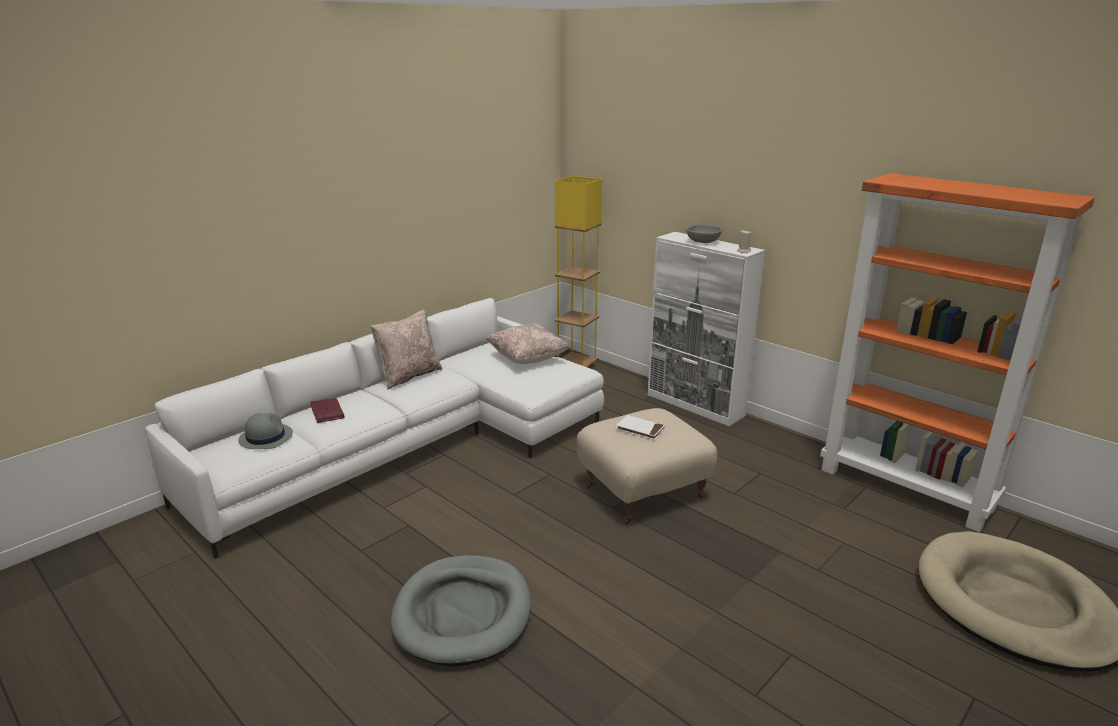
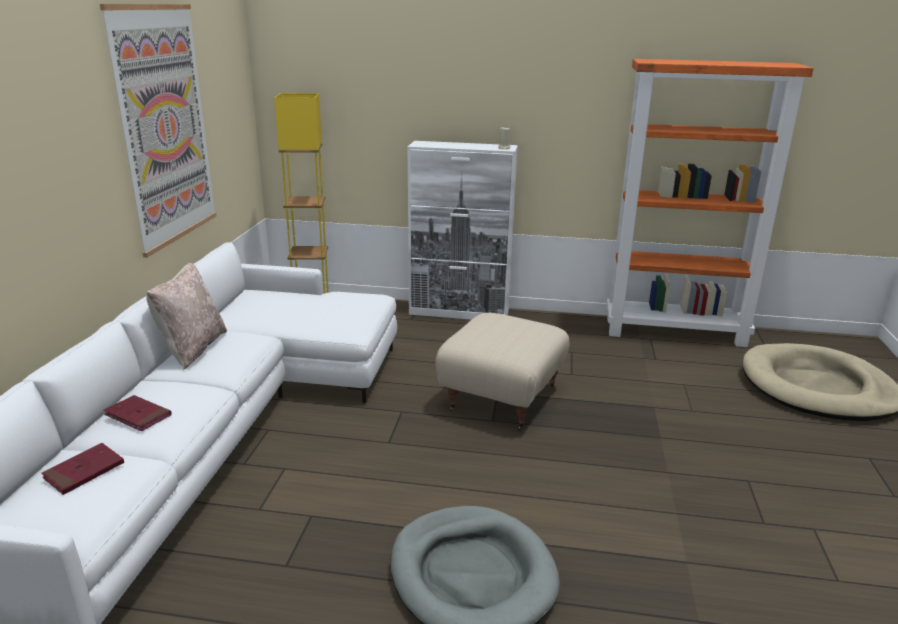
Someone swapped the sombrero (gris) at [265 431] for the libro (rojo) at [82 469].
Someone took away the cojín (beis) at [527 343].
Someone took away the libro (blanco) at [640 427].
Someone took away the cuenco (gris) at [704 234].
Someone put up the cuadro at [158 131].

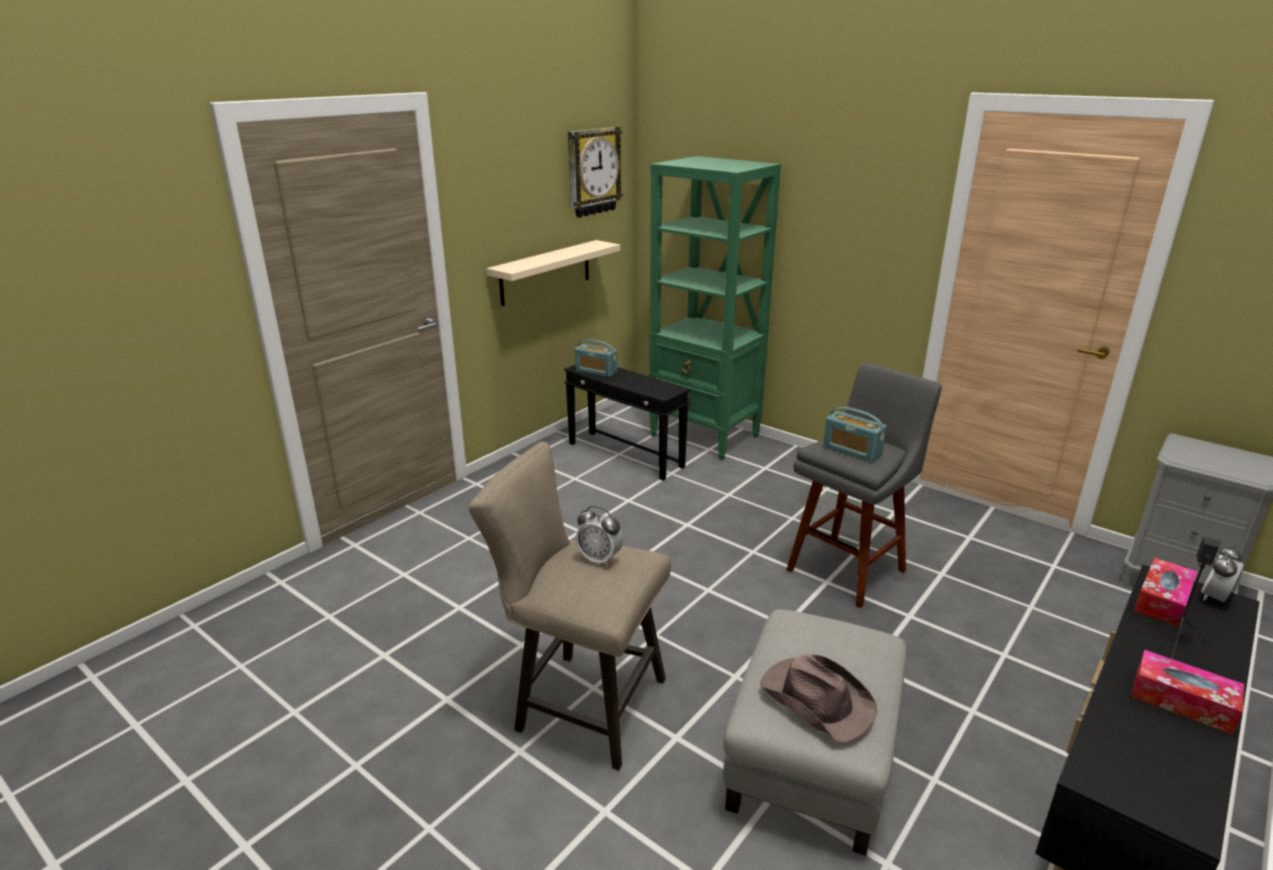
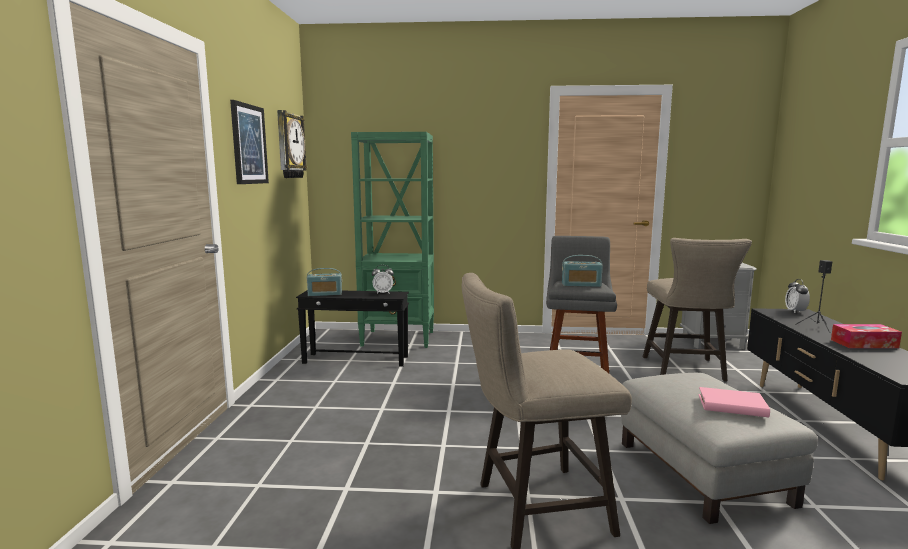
Someone took away the estante (beis) at [553 273].
Someone carried the despertador from [599 536] to [383 279].
Someone swapped the sombrero (marrón) at [818 698] for the libro (rosa) at [734 402].
Someone took away the caja de pañuelos at [1165 592].
Someone put up the cuadro at [249 142].
Someone put down the taburete (beis) at [697 309].

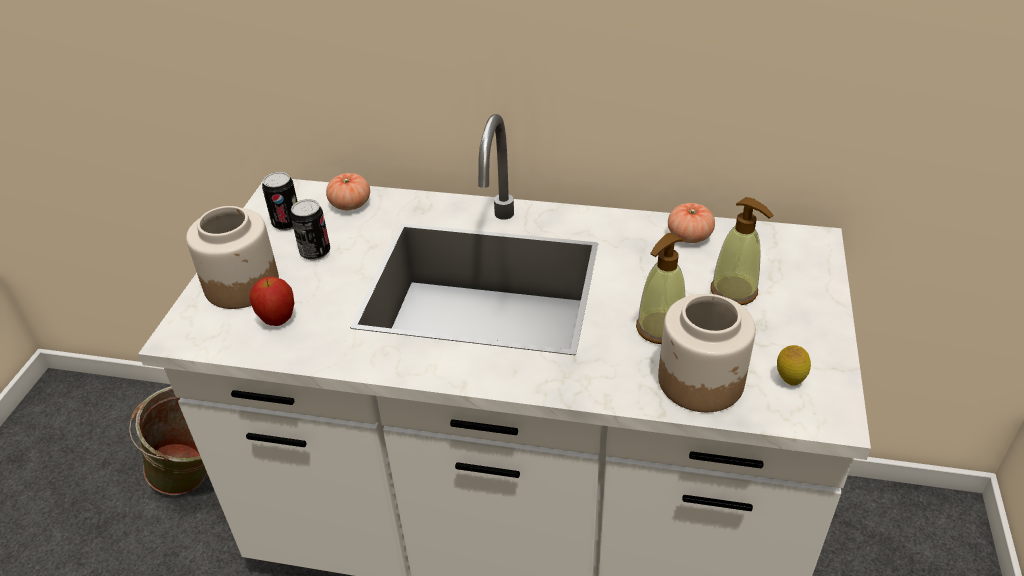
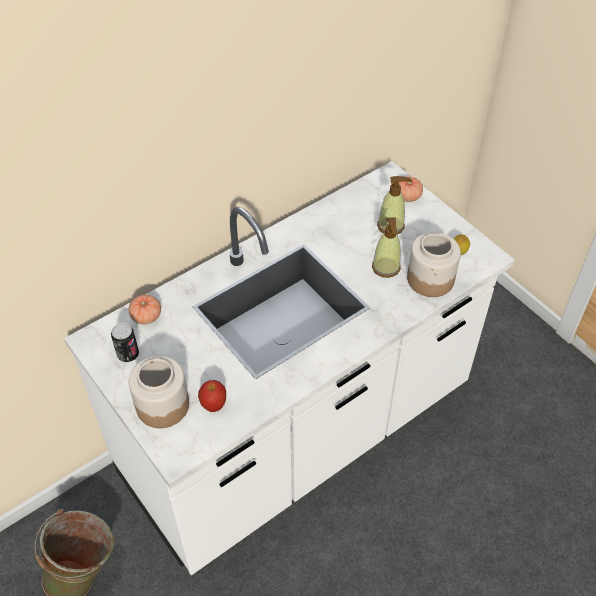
Someone took away the lata at [310 229].
Someone carried the tomate from [691 223] to [411 189].

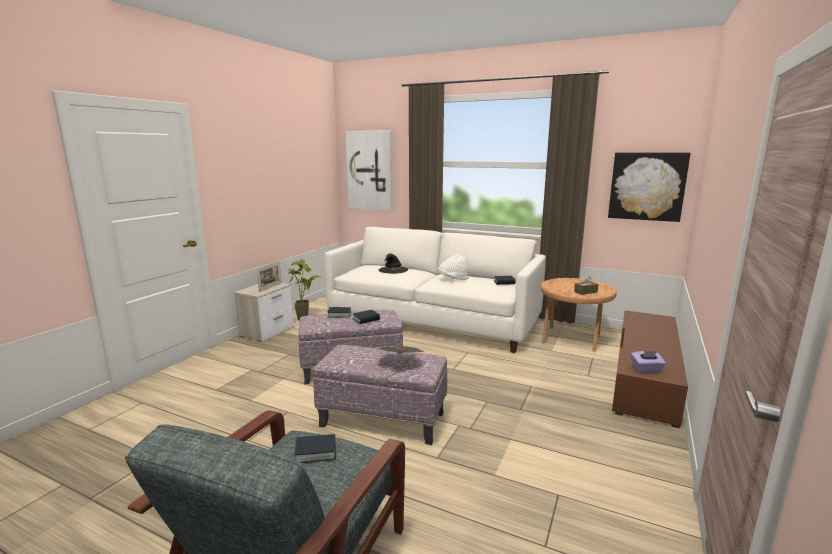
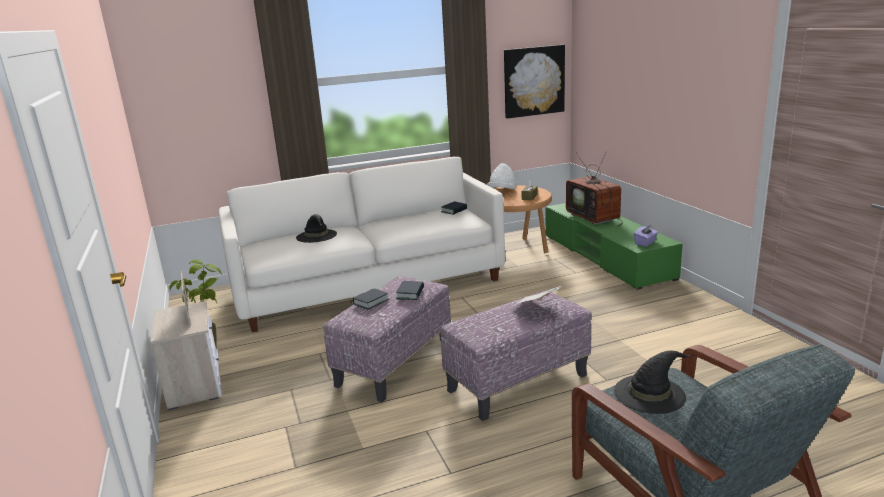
Someone swapped the libro at [315 448] for the sombrero (negro) at [653 382].
Someone took away the cuadro at [369 170].
Someone carried the sombrero (blanco) from [452 267] to [501 176].
Someone repainted the mueble de televisión (marrón) at [650 369], which became the mueble de televisión (verde) at [614 246].
Someone put down the televisor at [594 188].

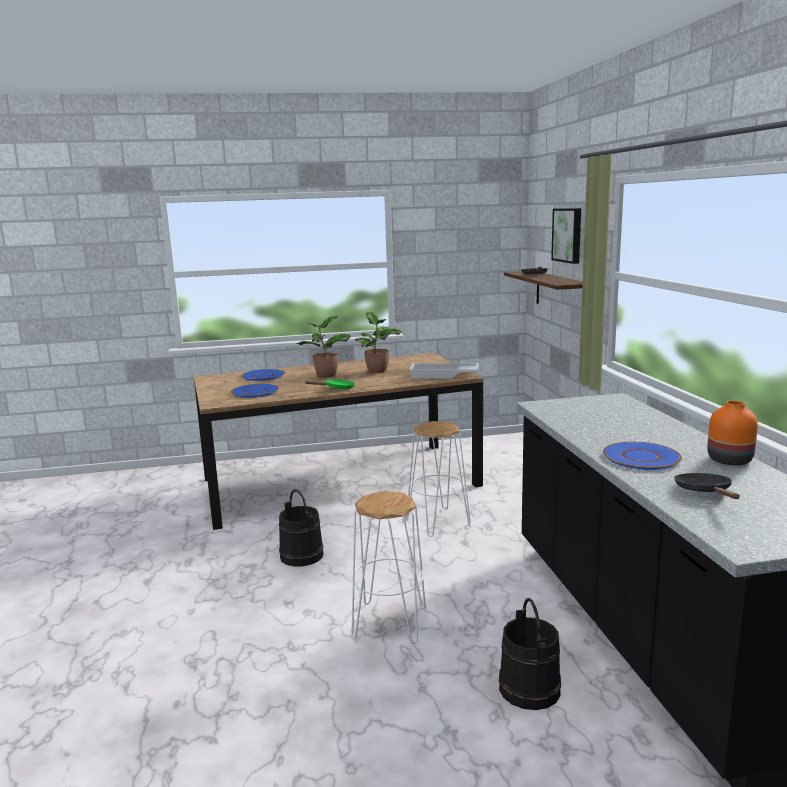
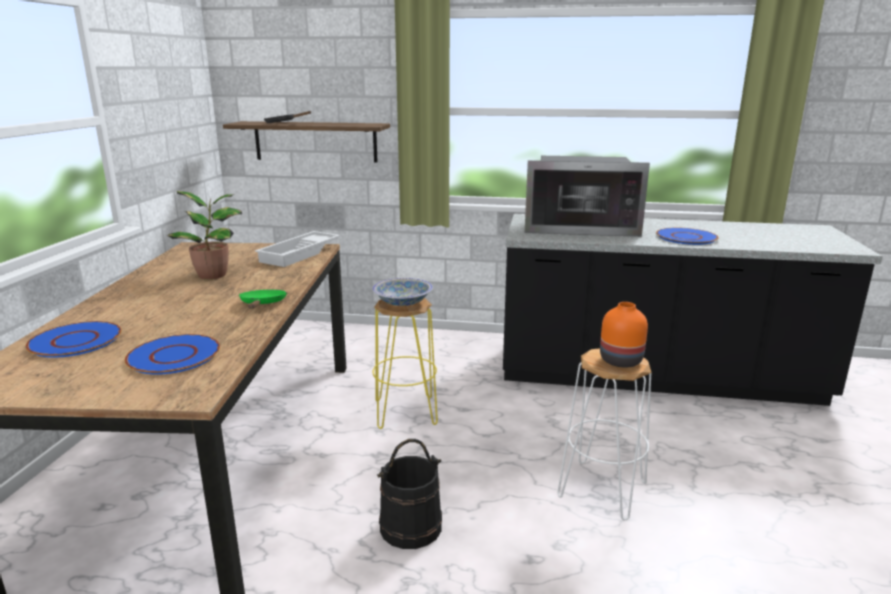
Someone took away the planta en maceta at [324 346].
Someone repainted the taburete (blanco) at [438 479], which became the taburete (amarillo) at [405 363].
Someone took away the cubo (negro) at [530 654].
Someone took away the cuadro at [566 236].
Someone took away the sartén (negro) at [707 486].
Someone carried the florero (naranja) from [732 433] to [624 335].
Someone put down the cuenco at [402 292].
Someone put down the microondas at [587 196].

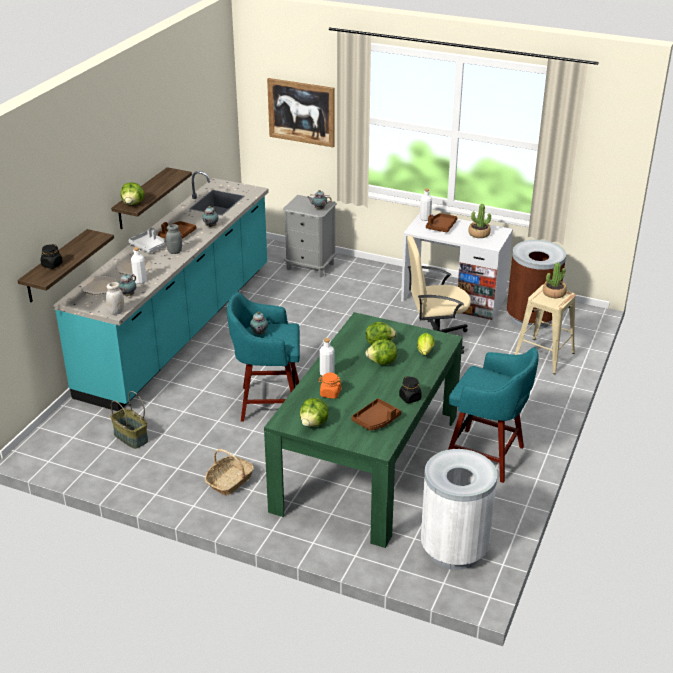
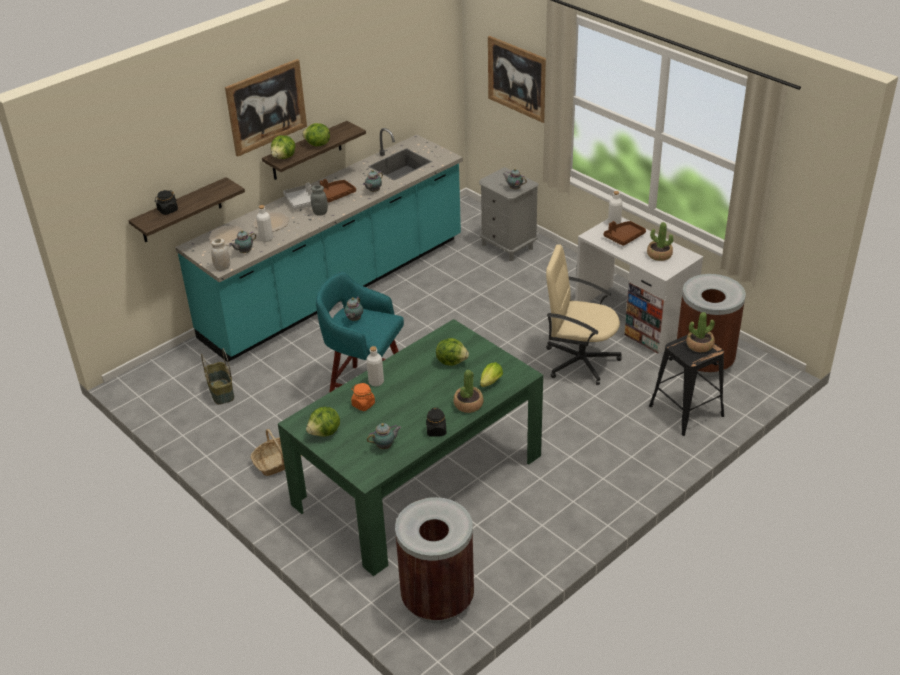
Someone swapped the bandeja (marrón) at [376 414] for the tetera at [384 436].
Someone carried the lechuga from [381 352] to [316 135].
Someone repainted the papelera (blanco) at [459 509], which became the papelera (marrón) at [434 560].
Someone took away the taburete (turquesa) at [493 415].
Someone repainted the taburete (beis) at [545 330], which became the taburete (negro) at [686 385].
Someone put up the cuadro at [266 108].
Someone put down the planta en maceta at [468 391].

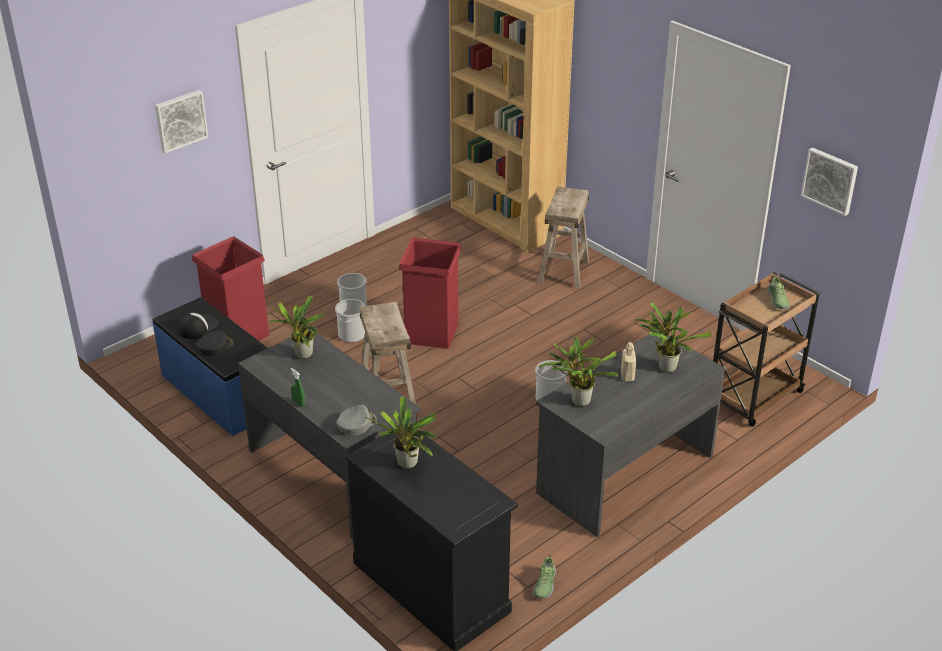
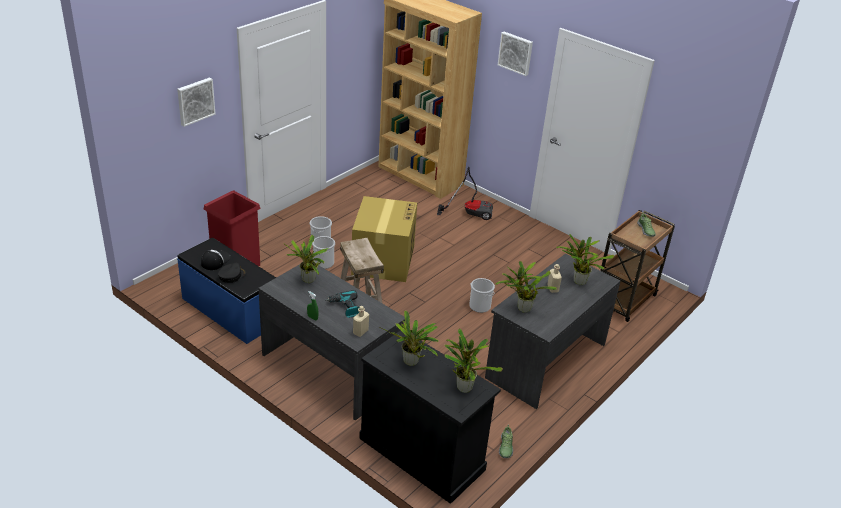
Someone swapped the gorra (gris) at [356 419] for the botella (beis) at [361 321].
Someone swapped the papelera (rojo) at [430 293] for the caja de cartón at [384 239].
Someone swapped the taburete (beis) at [563 237] for the aspiradora at [465 193].
Someone carried the cuadro from [829 181] to [515 54].
Someone put down the taladro at [343 304].
Someone put down the planta en maceta at [473 360].

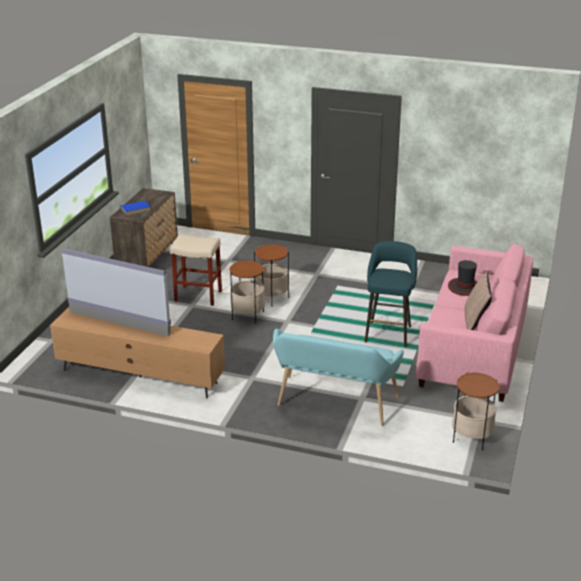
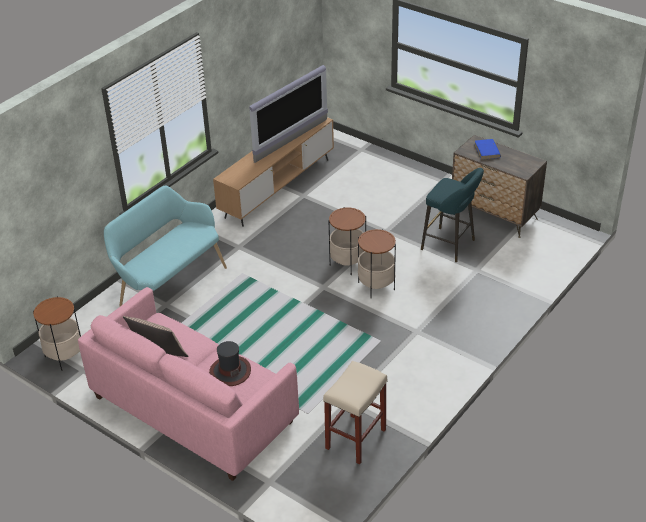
Someone carried the taburete (beis) from [196 270] to [355 412].
Someone carried the taburete (turquesa) from [391 294] to [452 215].

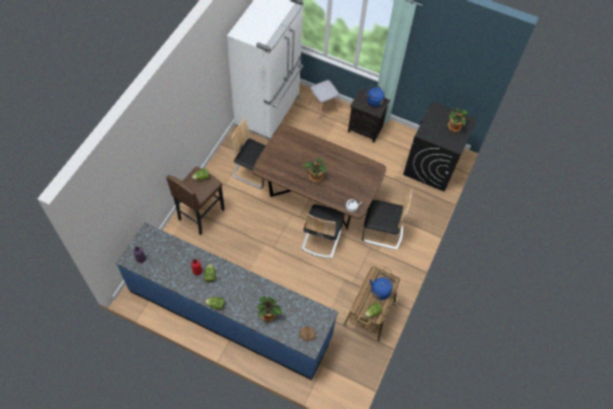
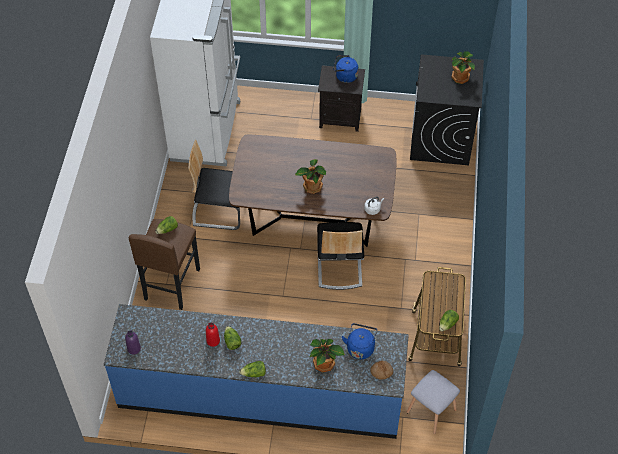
Someone carried the taburete (gris) from [324 99] to [433 402].
Someone took away the silla at [387 220].
Someone carried the hervidor (azul) from [383 286] to [359 341].

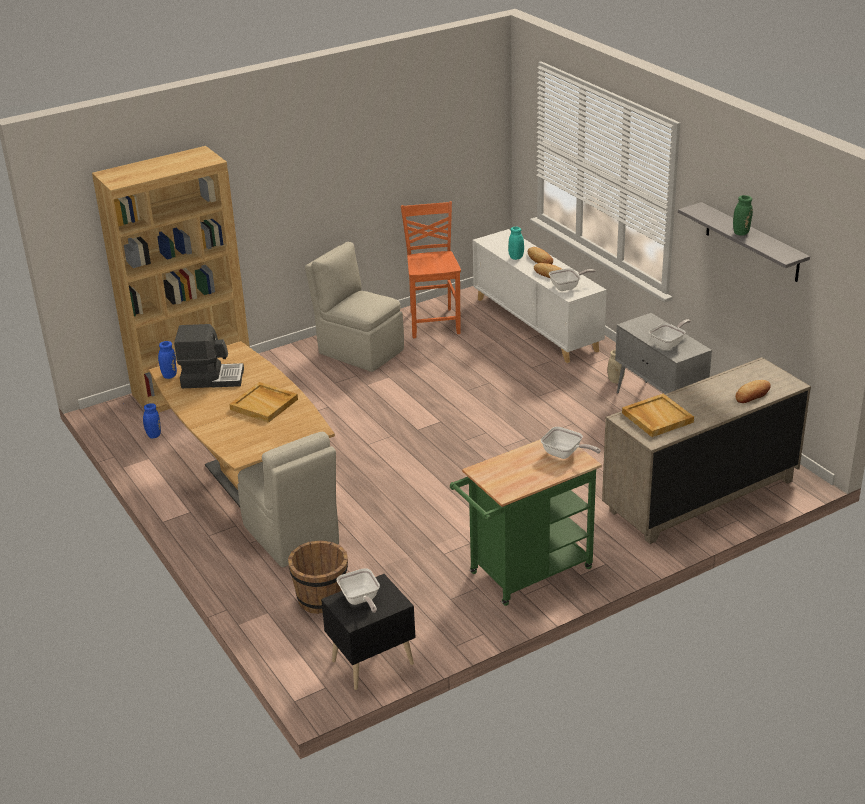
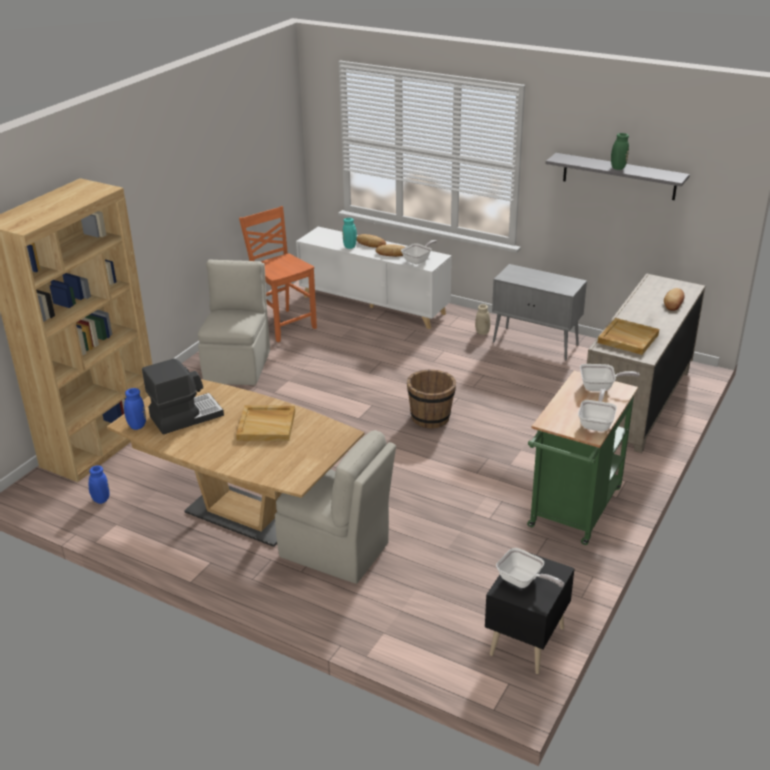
Someone carried the cubo (marrón) from [318 577] to [431 399].
Someone rotated the silla (beis) at [354 307] by 90 degrees clockwise.
Someone carried the sartén from [670 334] to [597 409].

